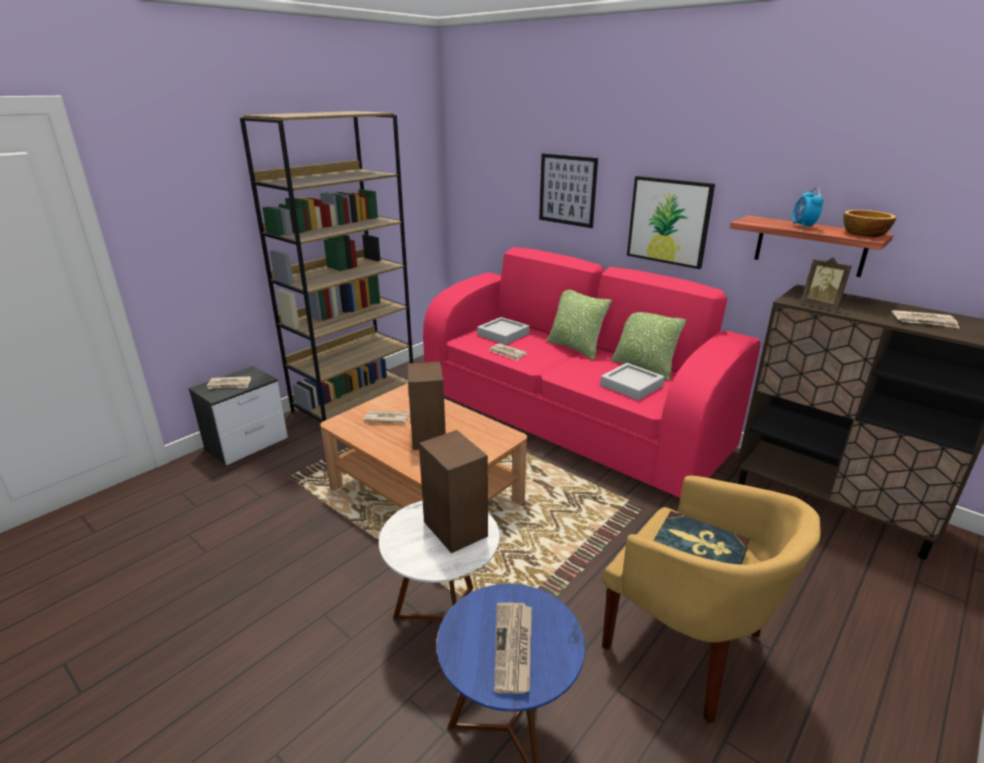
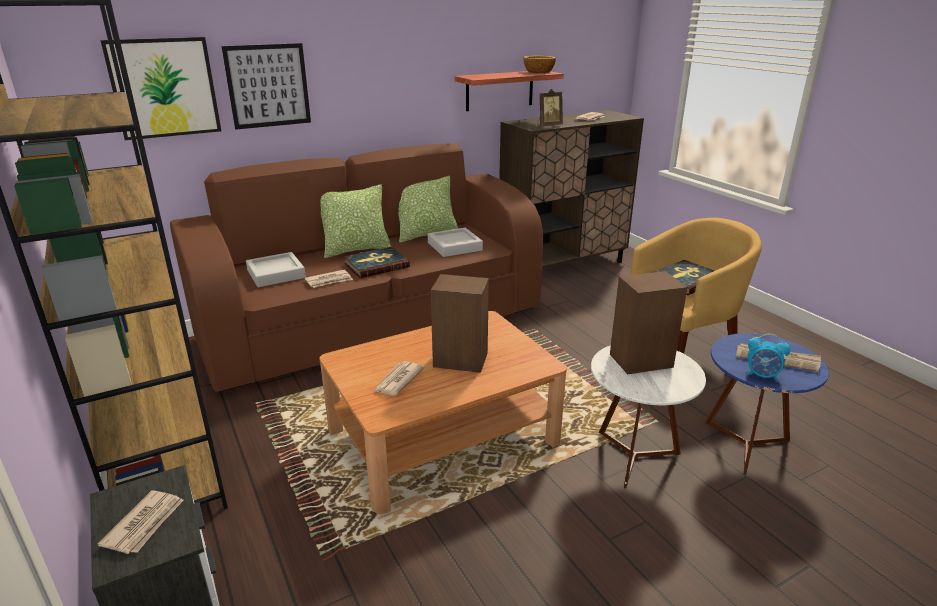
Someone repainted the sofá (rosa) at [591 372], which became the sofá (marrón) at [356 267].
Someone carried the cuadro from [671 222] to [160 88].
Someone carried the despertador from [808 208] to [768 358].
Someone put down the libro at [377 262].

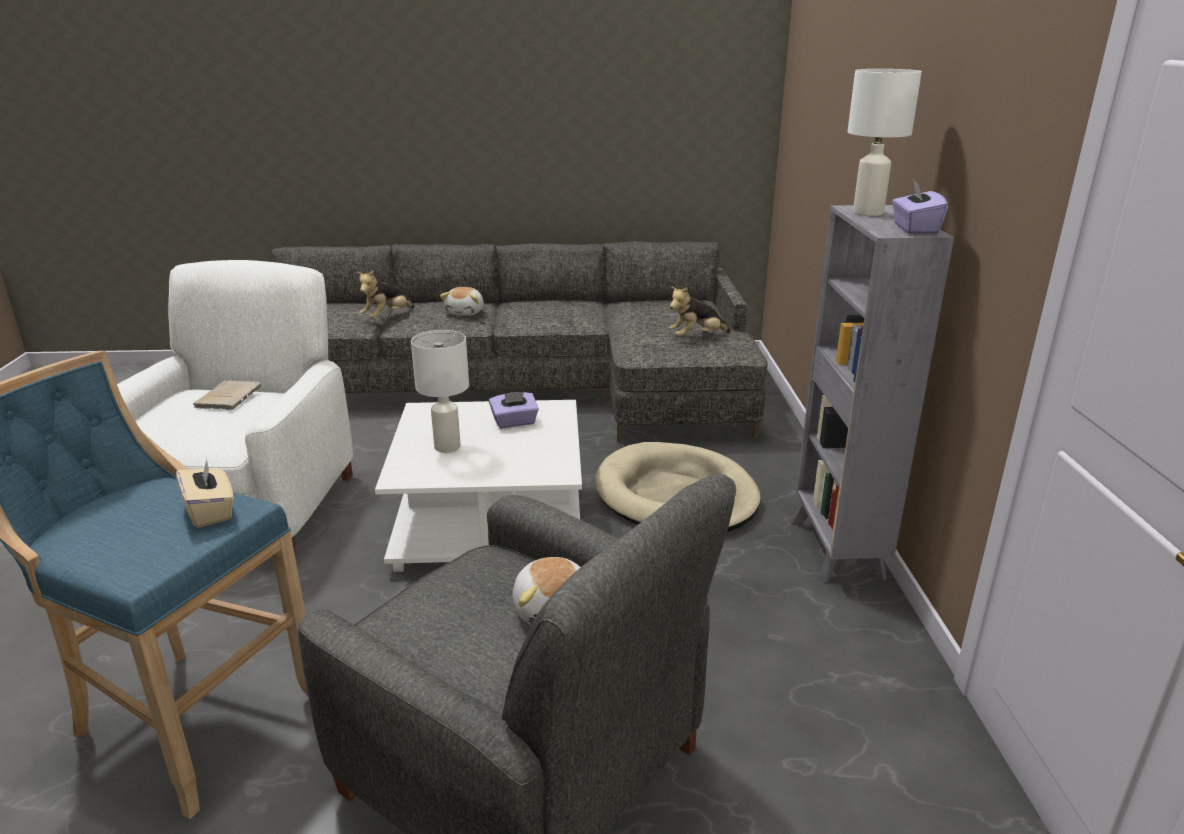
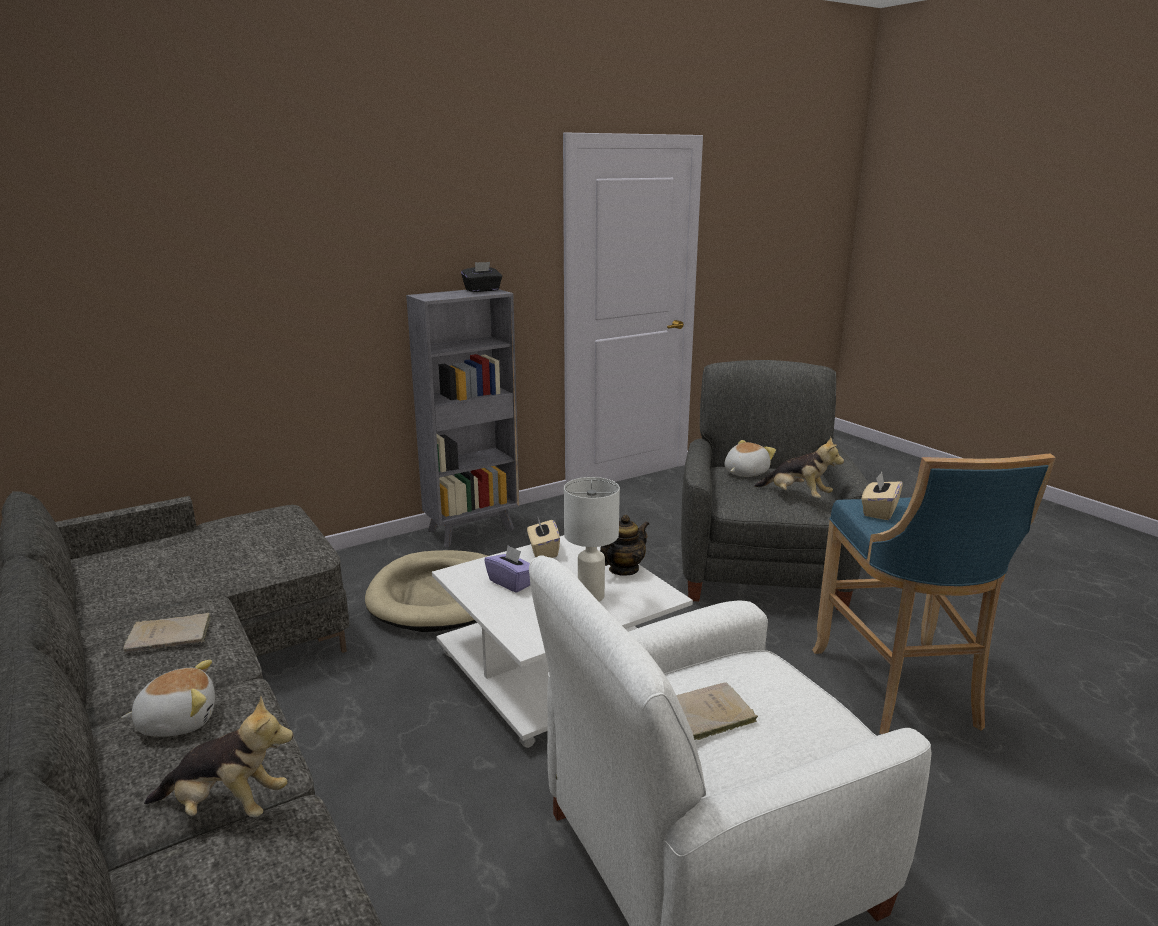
Someone carried the peluche from [700 311] to [799 467].
Someone took away the lámpara de mesa (blanco) at [885 142].
Someone repainted the caja de pañuelos (morado) at [920 207], which became the caja de pañuelos (negro) at [481 277].
Someone put down the libro (beis) at [167 633].
Someone put down the caja de pañuelos (beis) at [543 538].
Someone put down the tetera at [624 545].

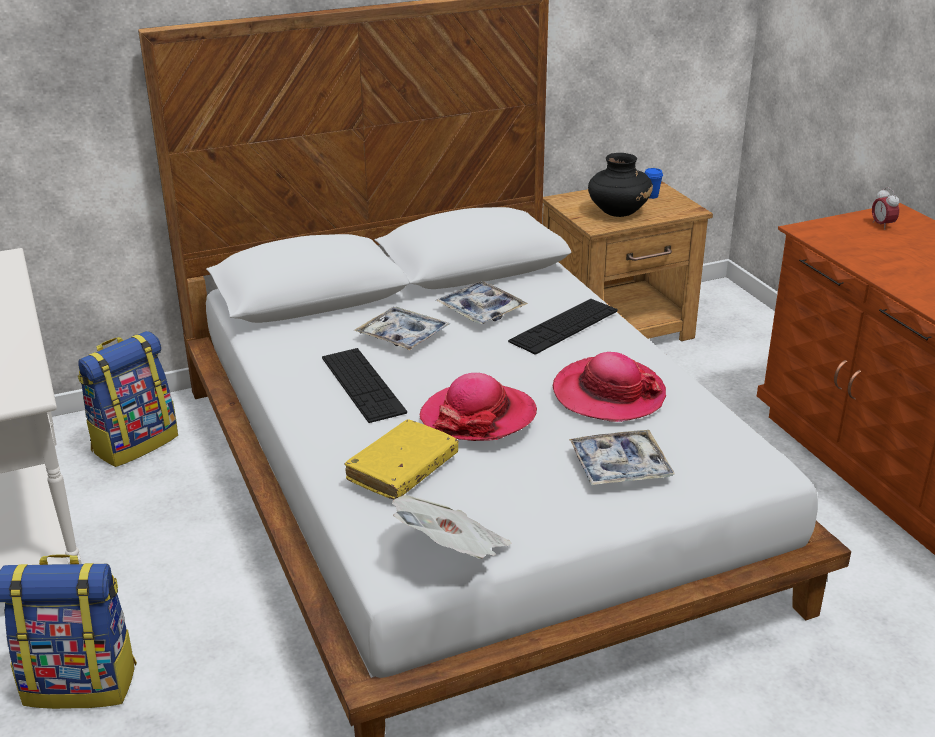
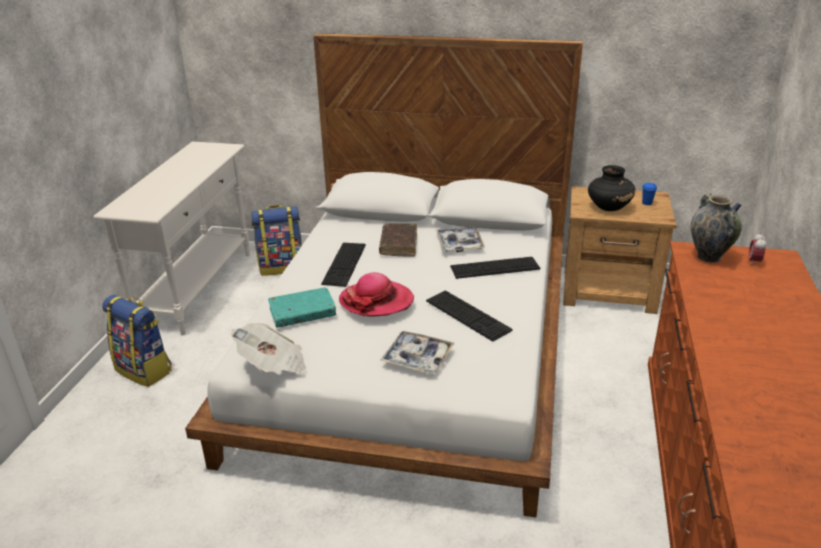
Someone repainted the libro (amarillo) at [401 459], which became the libro (turquesa) at [302 307].
Someone swapped the bandeja at [402 328] for the libro (marrón) at [398 240].
Someone swapped the sombrero at [609 387] for the teclado at [469 316].
Someone put down the florero at [716 228].

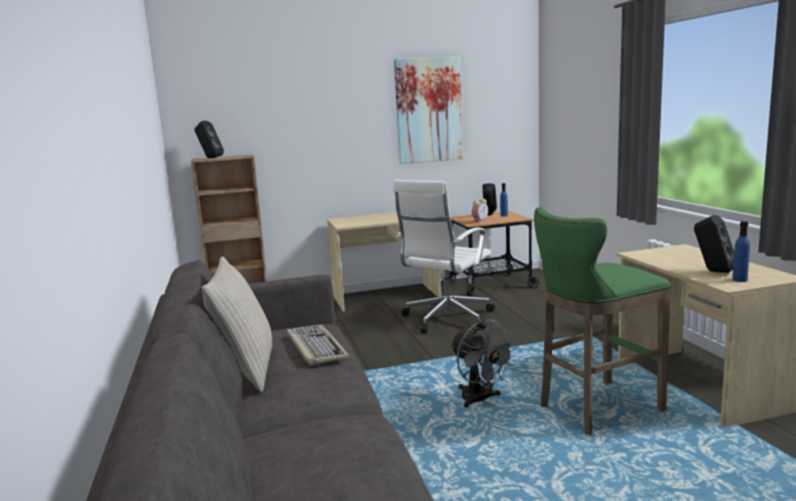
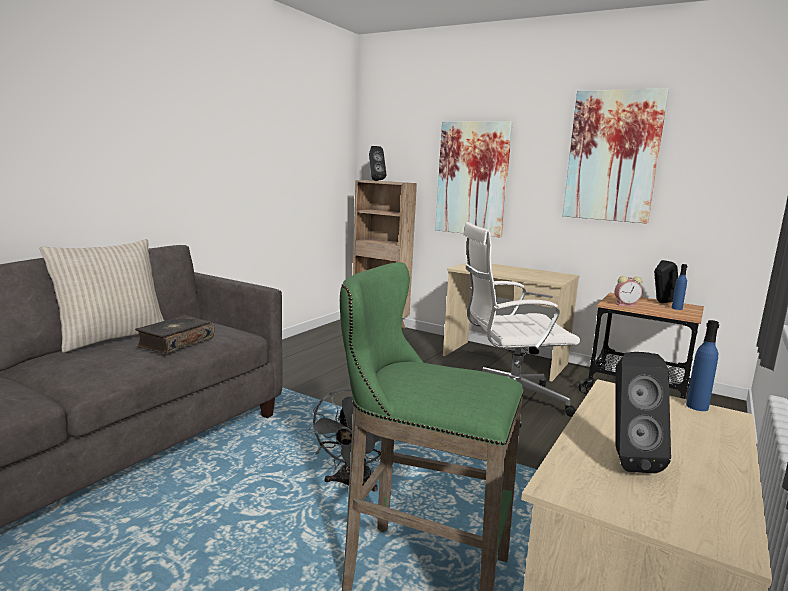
Someone swapped the teclado at [318 345] for the libro at [174 334].
Someone carried the botella (azul) from [741 251] to [702 365].
Someone put up the cuadro at [474 179].

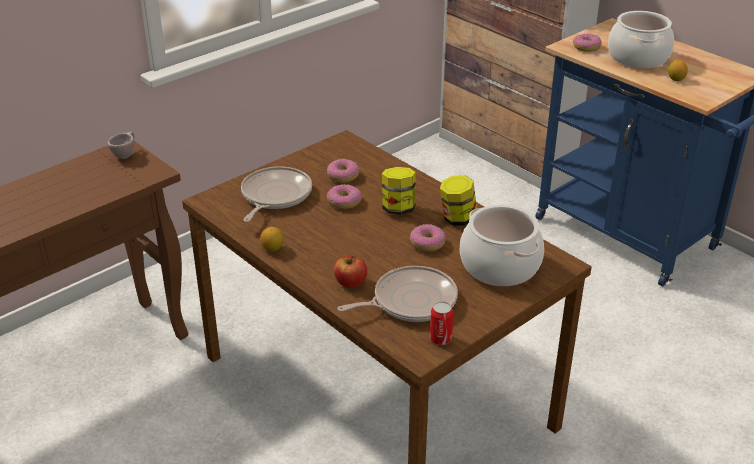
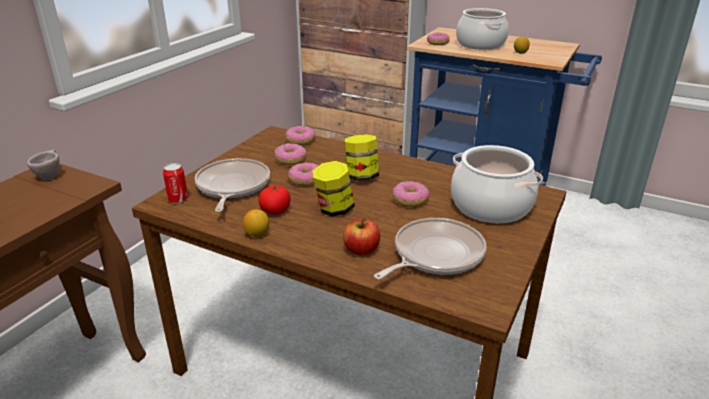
Someone carried the lata from [441 323] to [175 183].
Someone carried the tarro from [458 200] to [334 188].
Someone put down the tomate at [274 199].
Someone put down the rosquilla at [300 135].

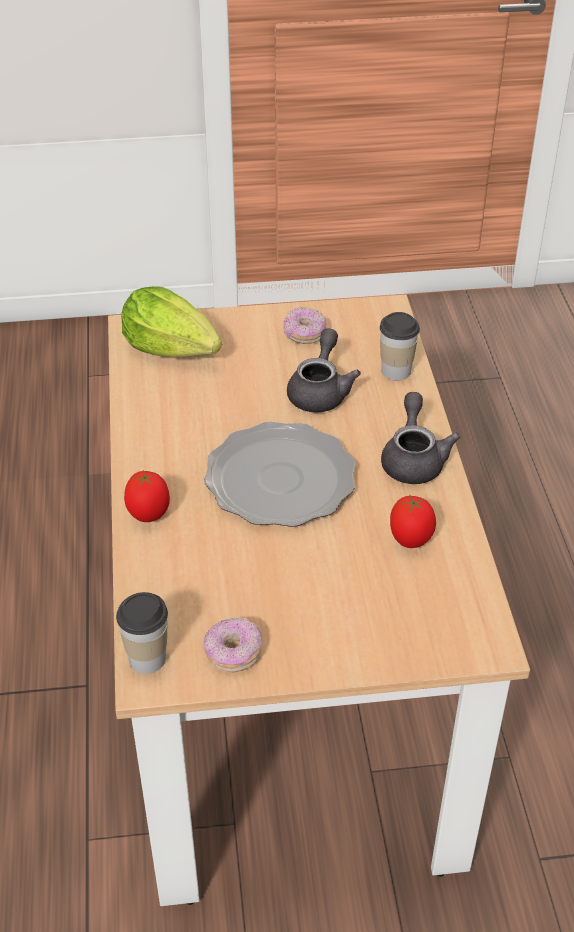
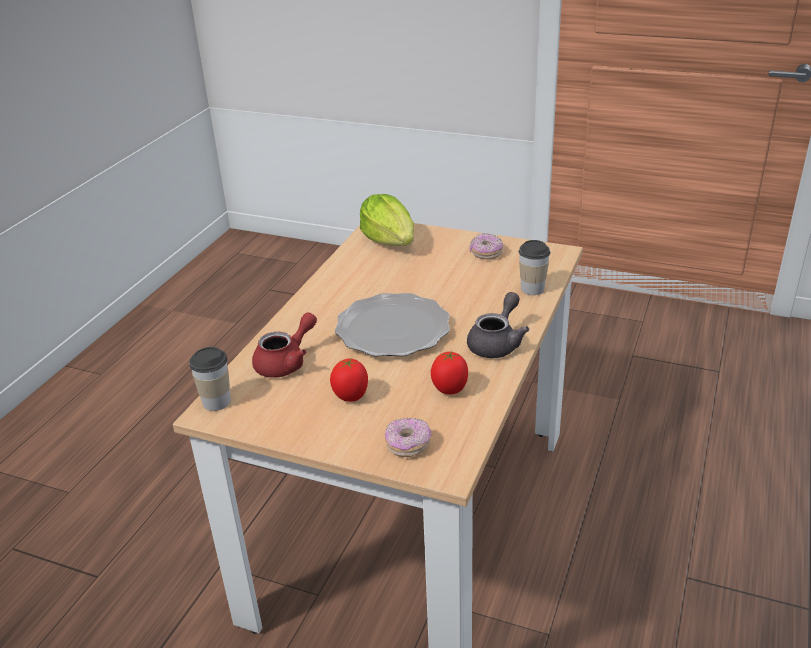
Someone carried the tomate from [147 496] to [349 380].
Someone carried the rosquilla from [233 645] to [408 437].
Someone took away the tetera (gris) at [324 370].
Someone put down the tetera (rojo) at [284 345].

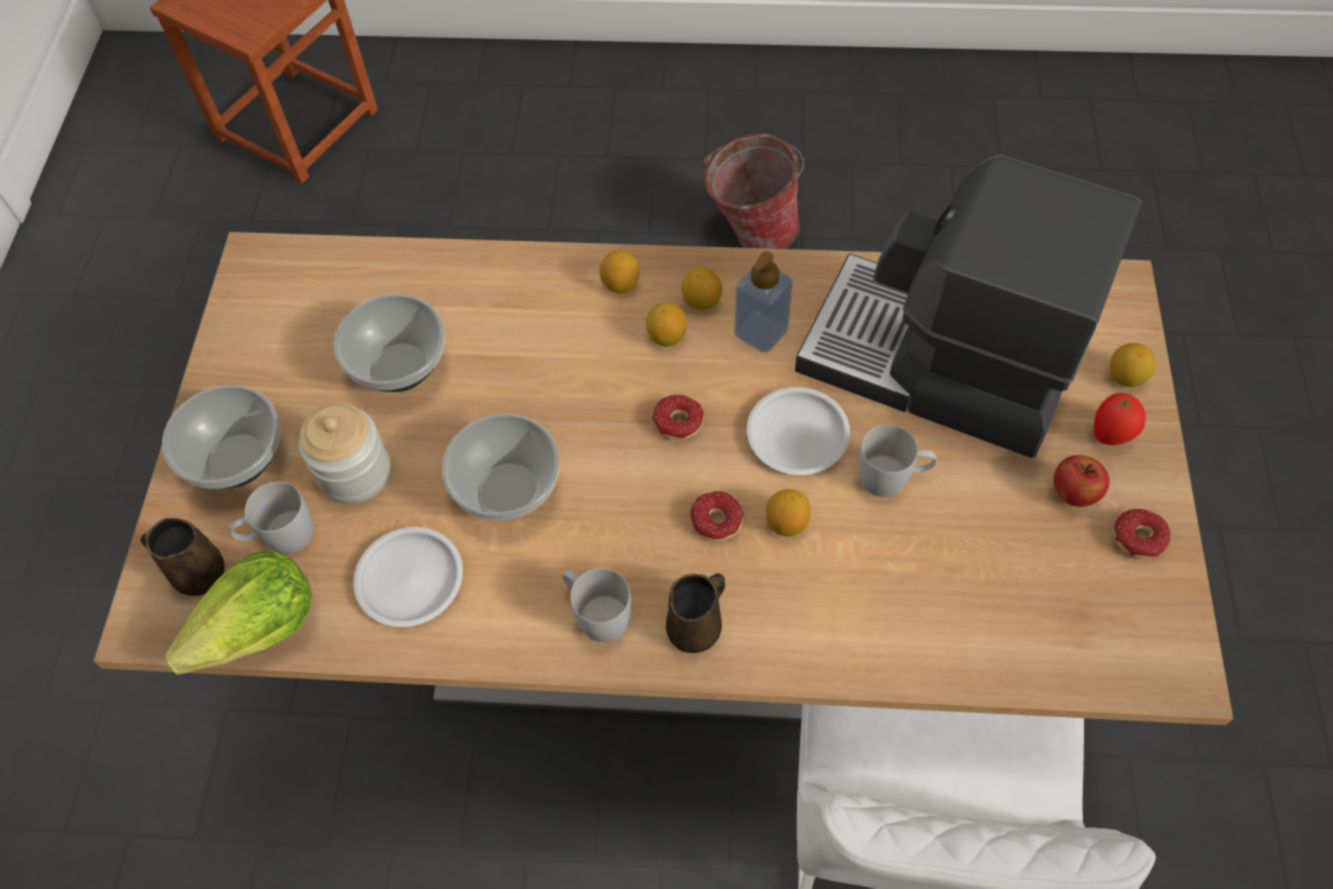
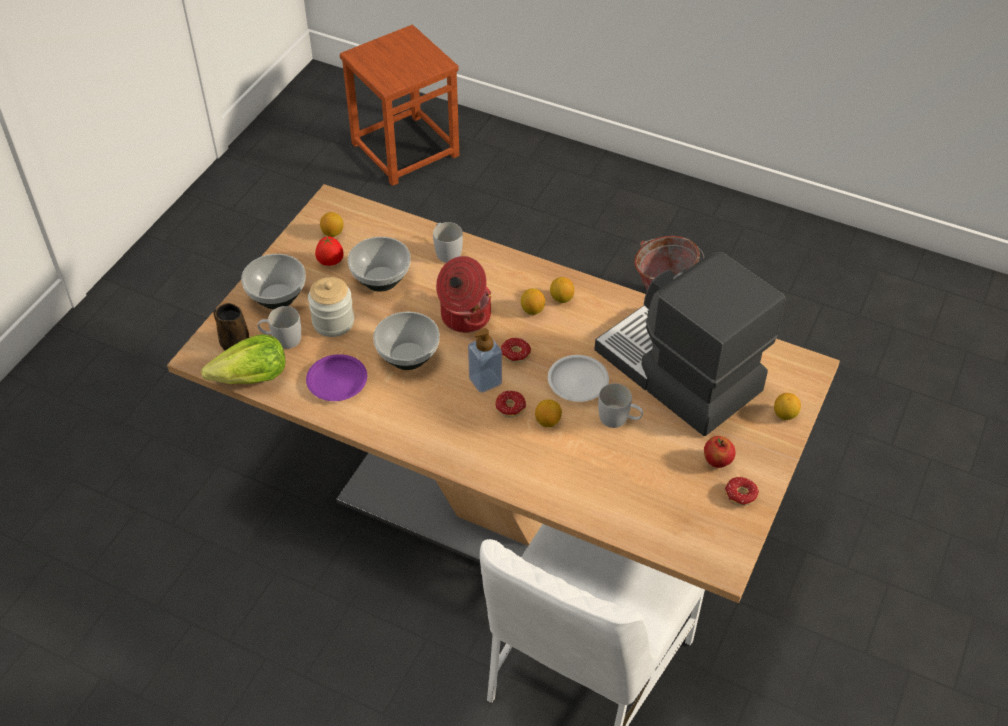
Someone repainted the plato (blanco) at [408 577], which became the plato (morado) at [336 377].
Someone carried the taza grande (blanco) from [596 605] to [448 242].
Someone carried the limón from [619 272] to [331 224].
Someone took away the taza grande (marrón) at [695 613].
Someone carried the dispensador de jabón from [763 302] to [485 360].
Someone carried the tomate from [1120 419] to [329 251].
Someone put down the olla at [463 294].

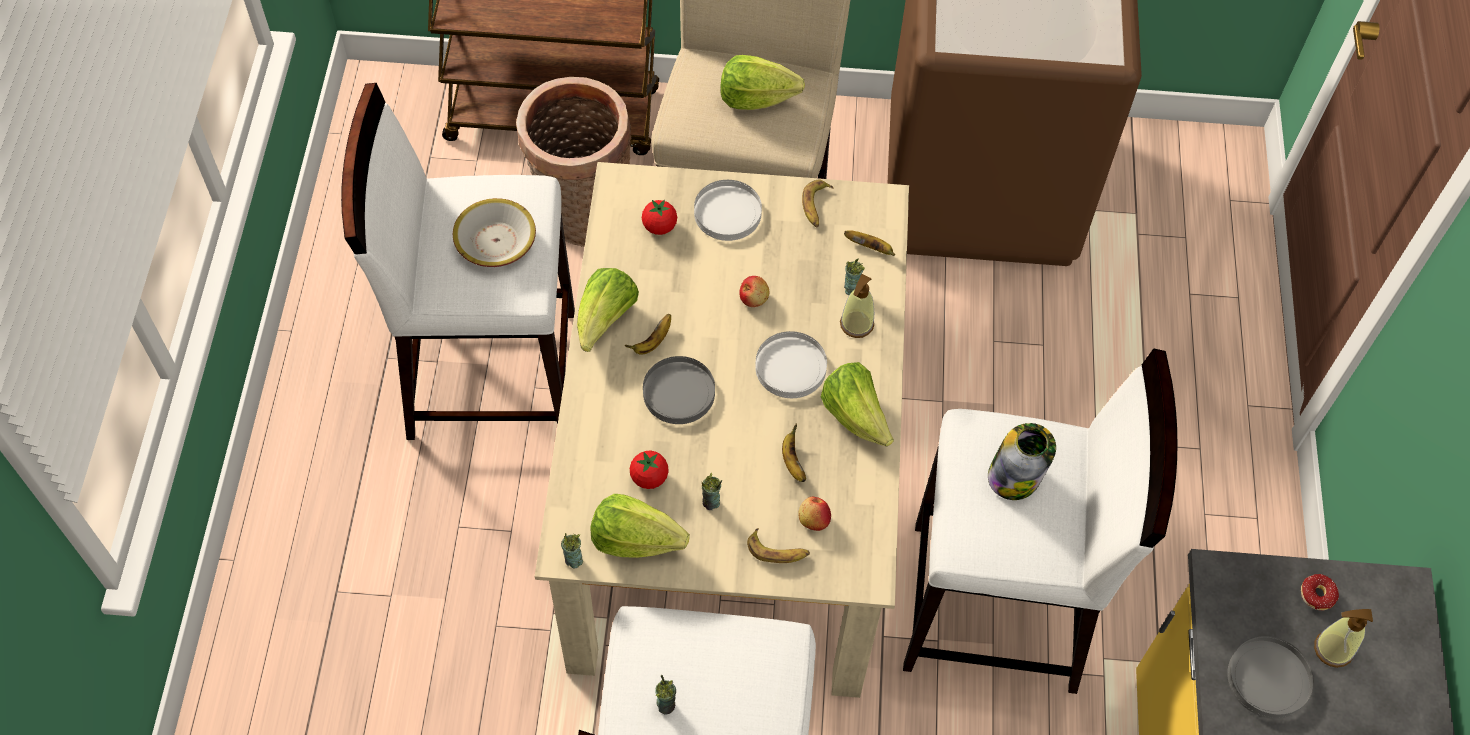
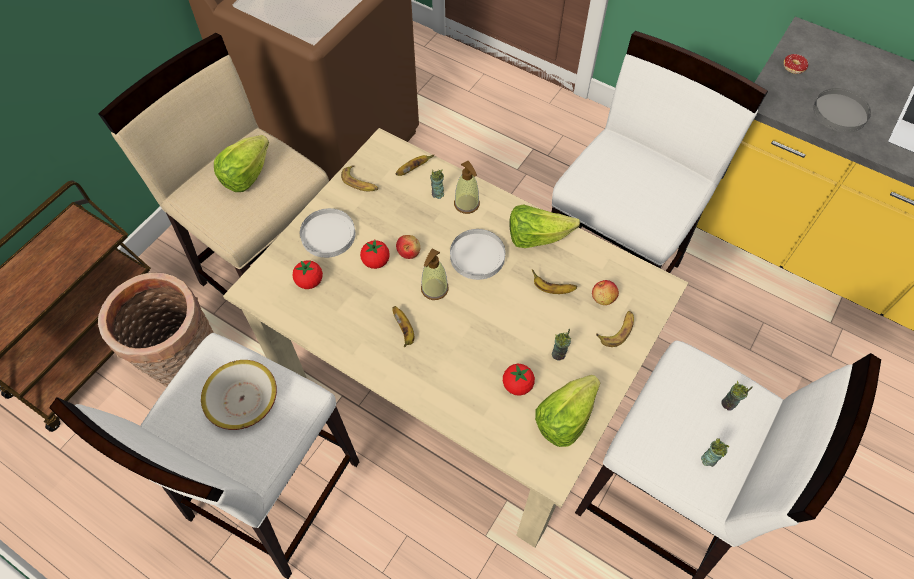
Someone carried the taza from [572 550] to [737 396].
Someone took away the lechuga at [608 310].
Someone took away the plato (gris) at [679 390].
Someone took away the tarro at [1022 461].
Someone carried the dispensador de jabón from [1343 638] to [435 274].
Someone put down the tomate at [375 254].

